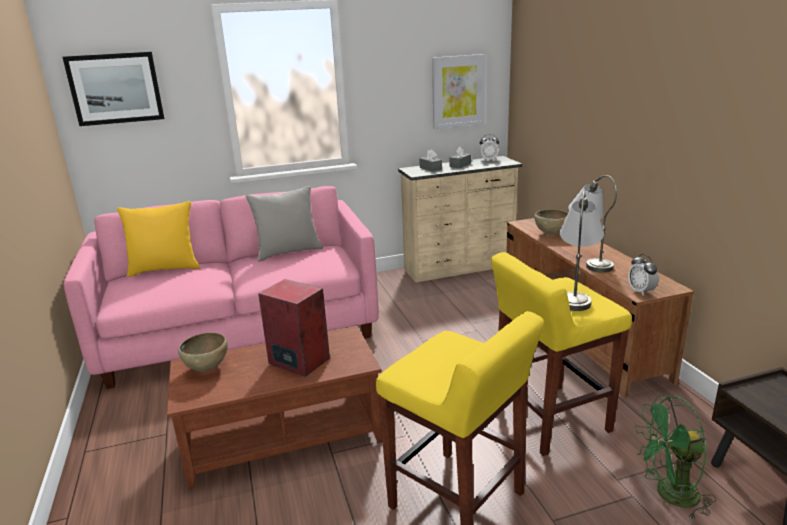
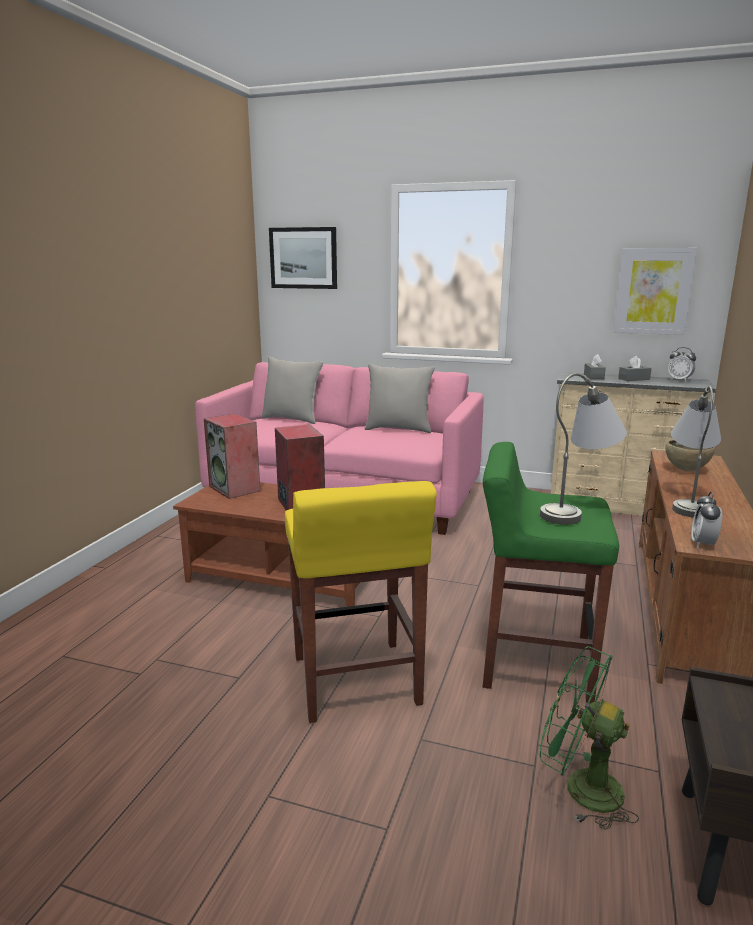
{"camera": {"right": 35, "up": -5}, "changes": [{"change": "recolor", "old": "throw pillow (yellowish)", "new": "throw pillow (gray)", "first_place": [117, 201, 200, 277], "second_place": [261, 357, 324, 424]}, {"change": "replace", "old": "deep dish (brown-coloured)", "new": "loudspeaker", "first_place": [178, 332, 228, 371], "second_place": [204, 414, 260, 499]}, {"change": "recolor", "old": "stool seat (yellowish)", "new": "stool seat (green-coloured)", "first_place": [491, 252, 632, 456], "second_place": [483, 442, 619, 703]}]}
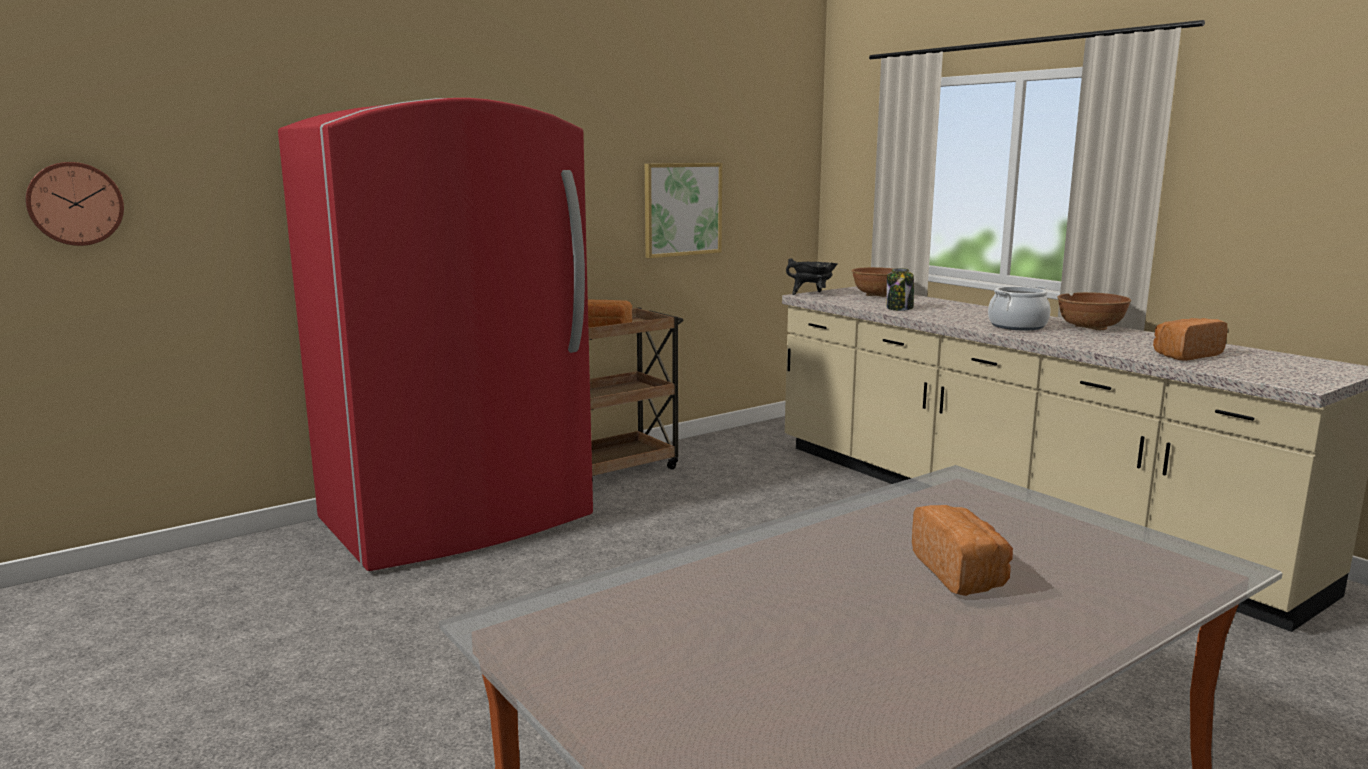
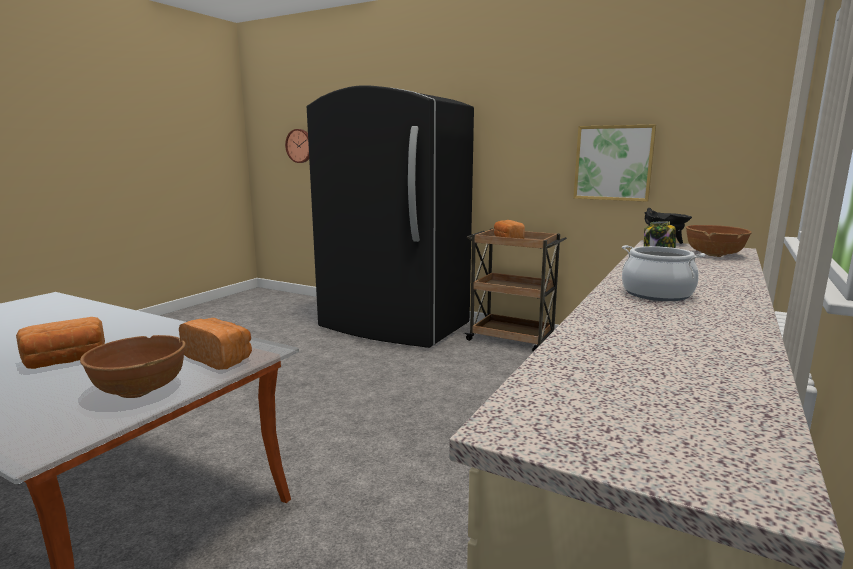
{"camera": {"right": 65, "up": 0}, "changes": [{"change": "recolor", "old": "fridge (red)", "new": "fridge (black)", "first_place": [278, 98, 593, 571], "second_place": [307, 85, 474, 348]}, {"change": "move", "old": "deep dish (brown-coloured)", "first_place": [1057, 292, 1131, 330], "second_place": [80, 335, 186, 398]}, {"change": "move", "old": "baked bread", "first_place": [1153, 318, 1228, 361], "second_place": [179, 318, 252, 370]}]}
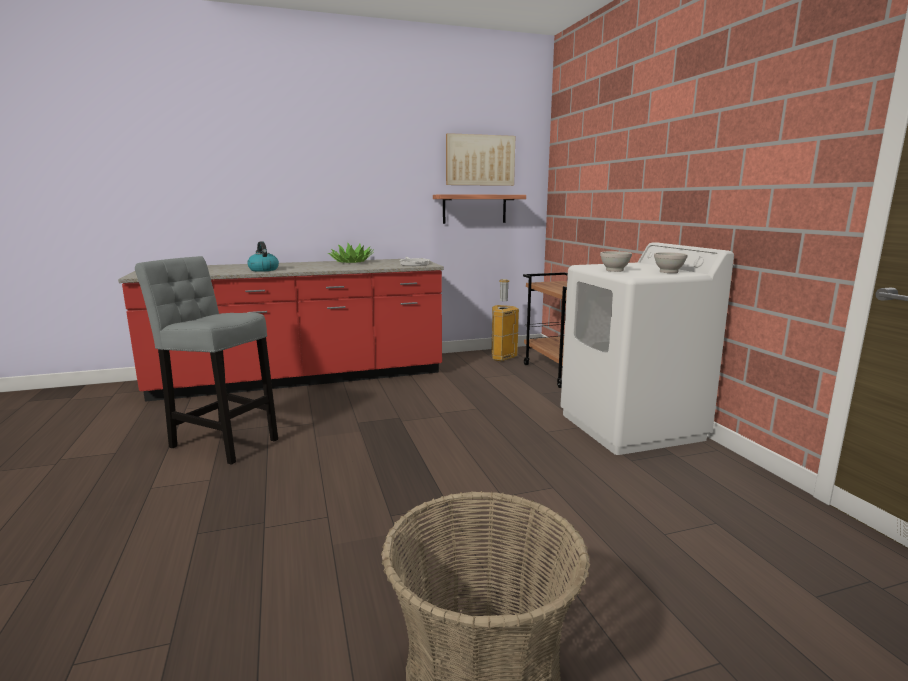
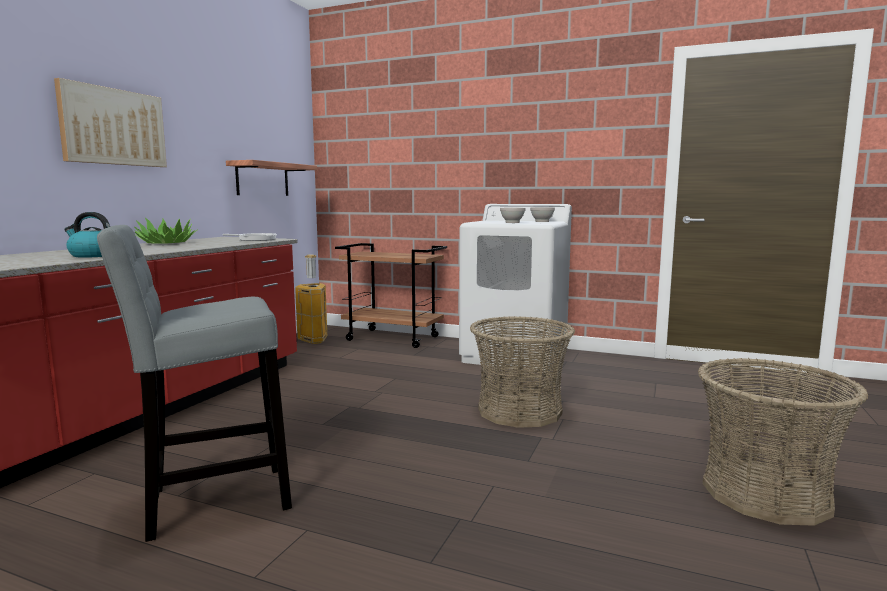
{"camera": {"right": -50, "up": -5}, "changes": [{"change": "move", "old": "wall picture", "first_place": [446, 133, 515, 186], "second_place": [54, 78, 167, 167]}, {"change": "insert", "new": "basket", "second_place": [470, 316, 575, 428]}]}
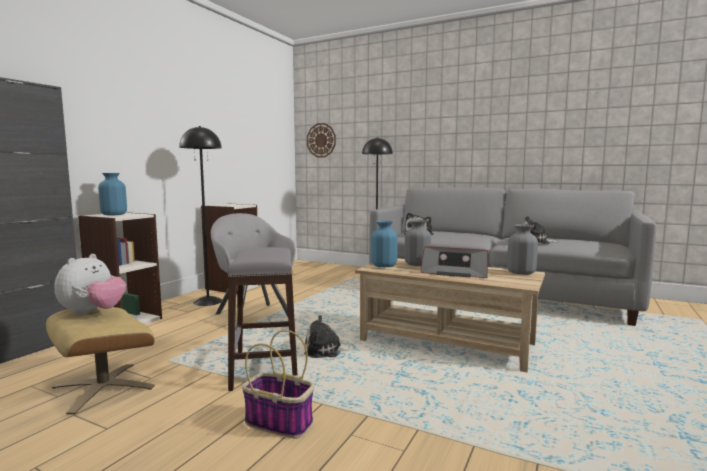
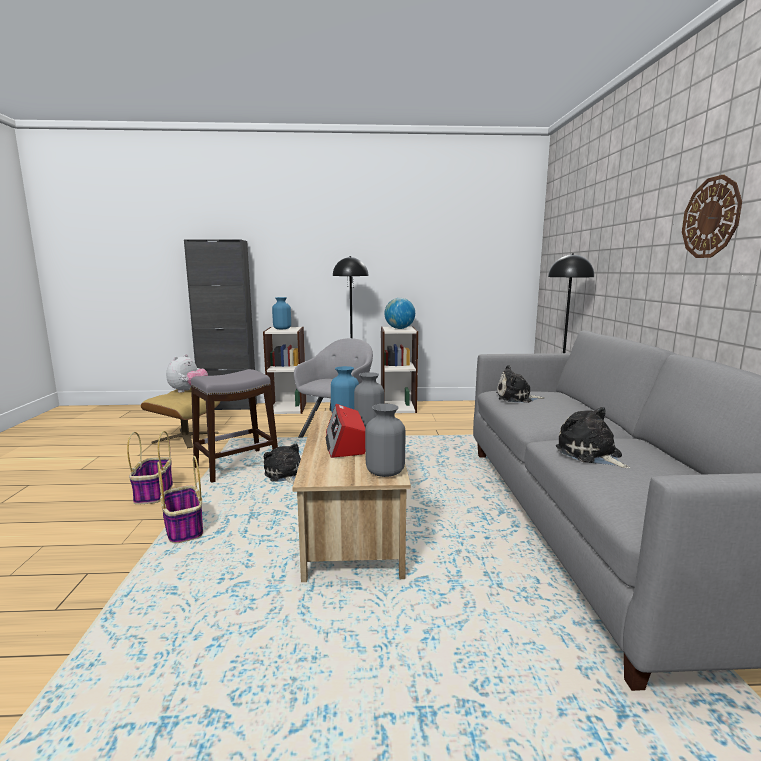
{"camera": {"right": 60, "up": 5}, "changes": [{"change": "rotate", "old": "soft toy", "first_place": [55, 254, 126, 316], "second_place": [166, 354, 208, 393], "degrees": -60}, {"change": "move", "old": "hanging clock", "first_place": [307, 123, 336, 157], "second_place": [682, 175, 742, 258]}, {"change": "insert", "new": "basket", "second_place": [157, 456, 203, 543]}, {"change": "insert", "new": "globe", "second_place": [385, 298, 415, 329]}]}
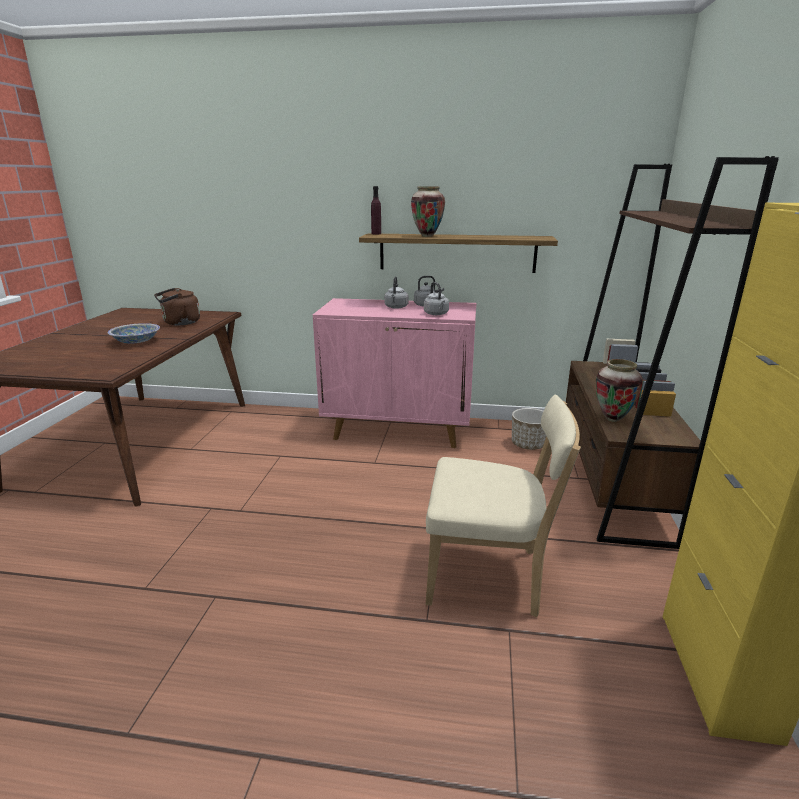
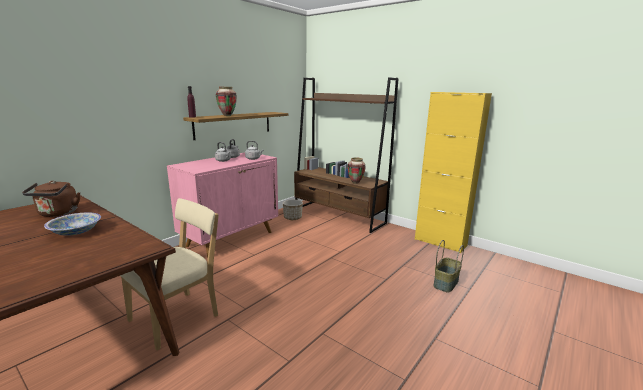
{"camera": {"right": -60, "up": -5}, "changes": [{"change": "move", "old": "chair (beige-coloured)", "first_place": [426, 395, 581, 617], "second_place": [120, 198, 219, 351]}, {"change": "insert", "new": "basket", "second_place": [433, 240, 464, 292]}]}
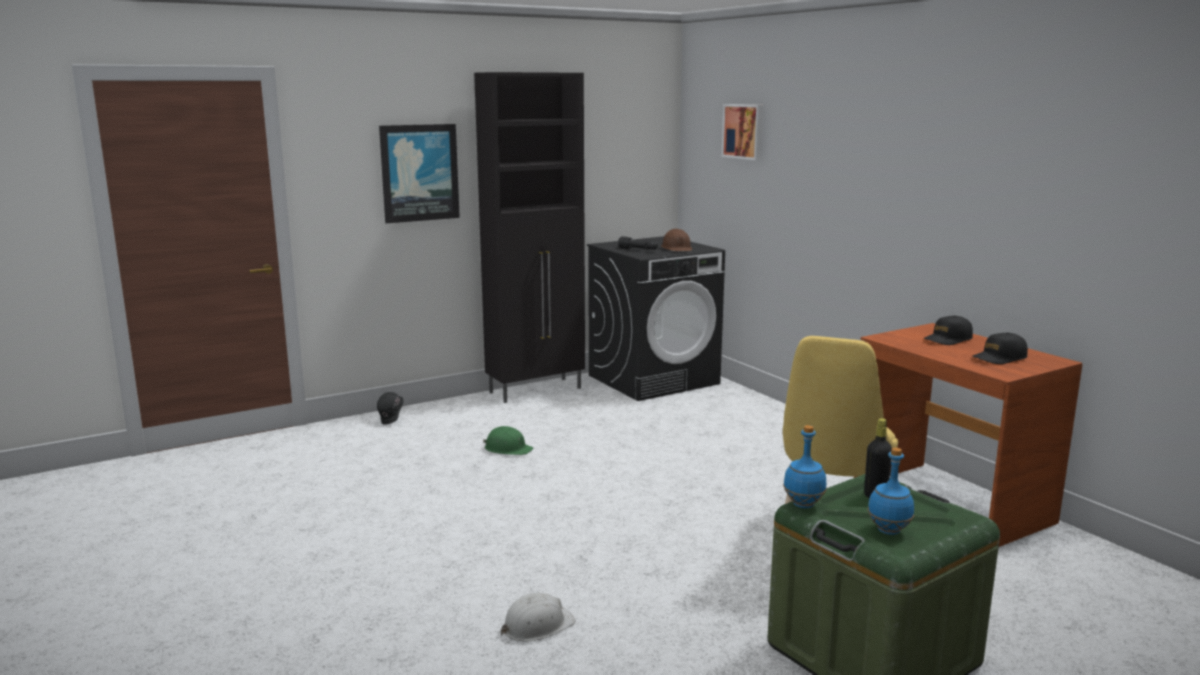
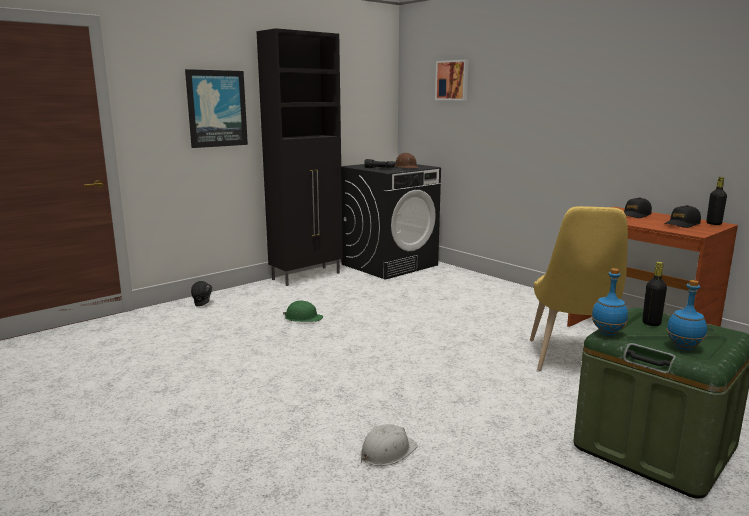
{"camera": {"right": -10, "up": 0}, "changes": [{"change": "insert", "new": "bottle (black)", "second_place": [706, 177, 727, 225]}]}
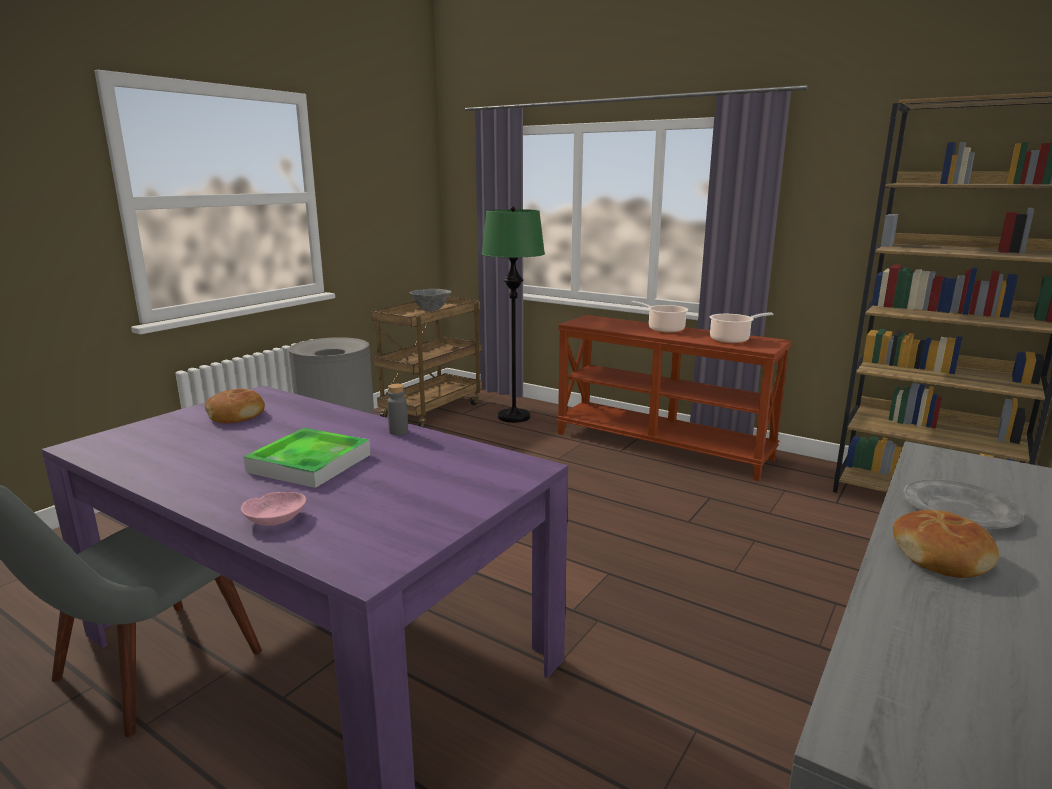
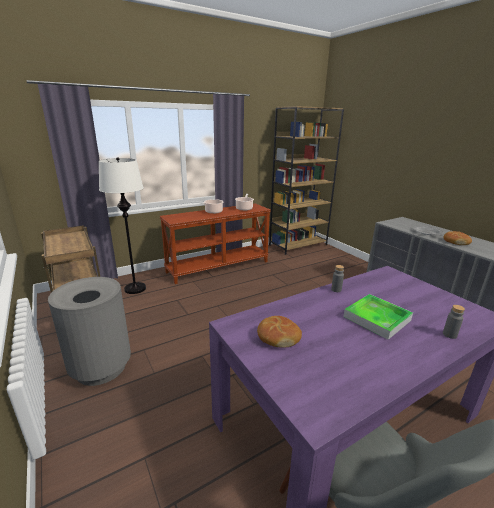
{"camera": {"right": -65, "up": 5}, "changes": [{"change": "replace", "old": "deep dish (pinkish)", "new": "bottle (gray)", "first_place": [241, 492, 306, 526], "second_place": [443, 305, 465, 339]}, {"change": "delete", "old": "deep dish (gray)", "first_place": [410, 289, 452, 312]}, {"change": "recolor", "old": "standard lamp (green-coloured)", "new": "standard lamp (white-coloured)", "first_place": [481, 206, 545, 423], "second_place": [99, 157, 146, 294]}]}
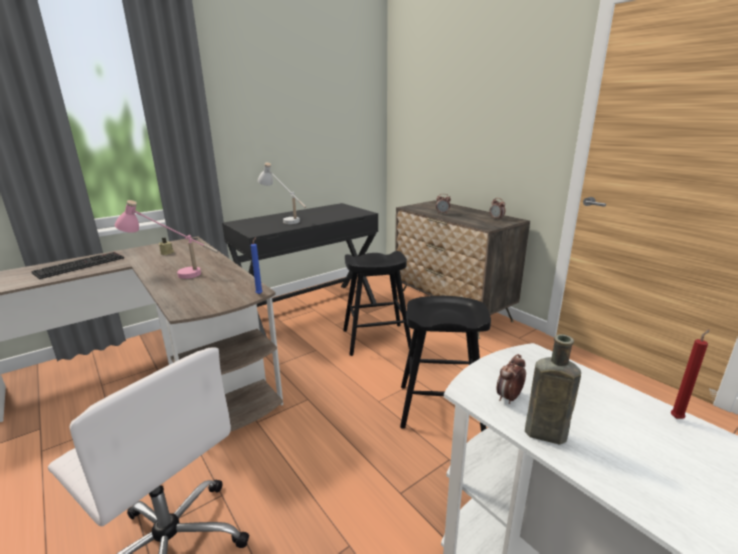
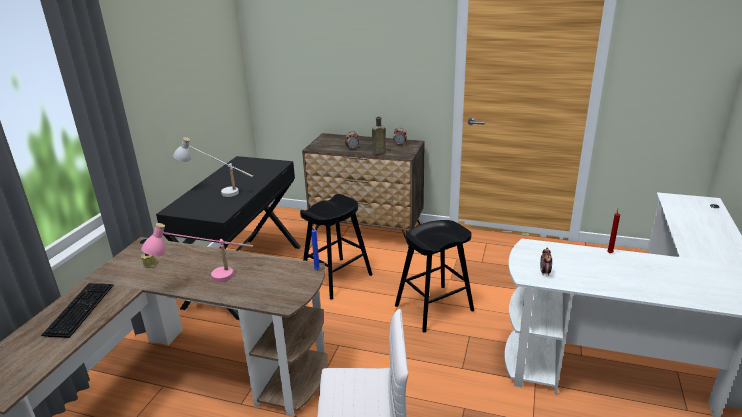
{"camera": {"right": -35, "up": 5}, "changes": [{"change": "move", "old": "bottle (brown-coloured)", "first_place": [525, 334, 581, 444], "second_place": [372, 117, 386, 155]}]}
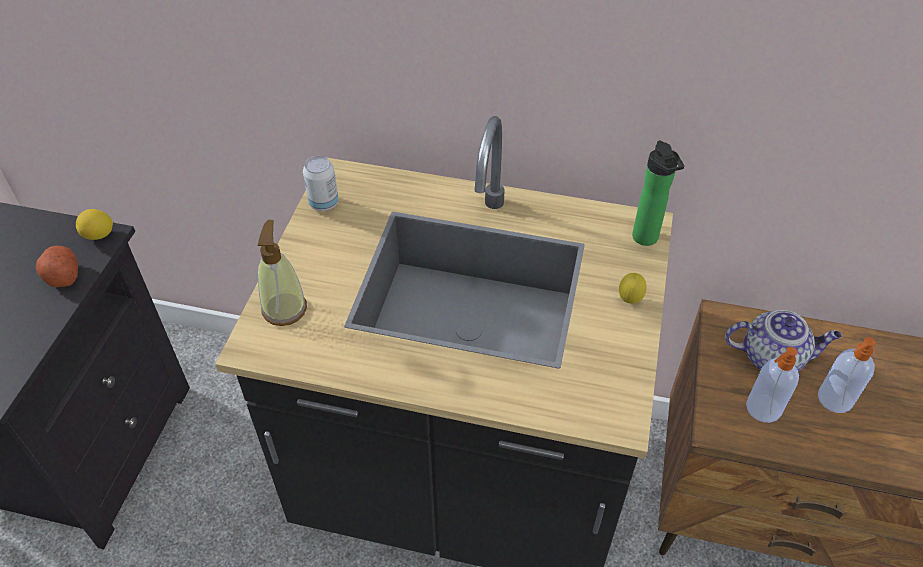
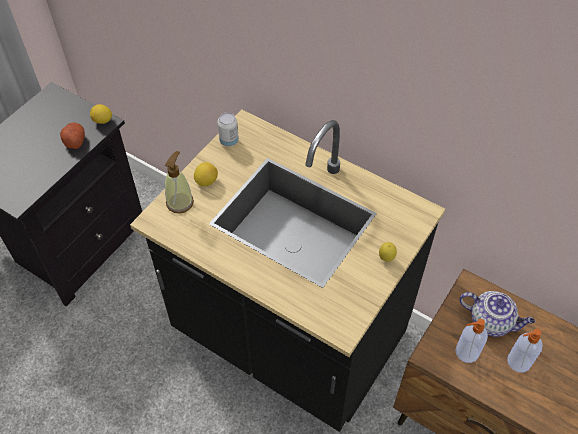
{"camera": {"right": 20, "up": 5}, "changes": [{"change": "delete", "old": "bottle", "first_place": [632, 141, 684, 246]}, {"change": "insert", "new": "lemon", "second_place": [194, 162, 218, 186]}]}
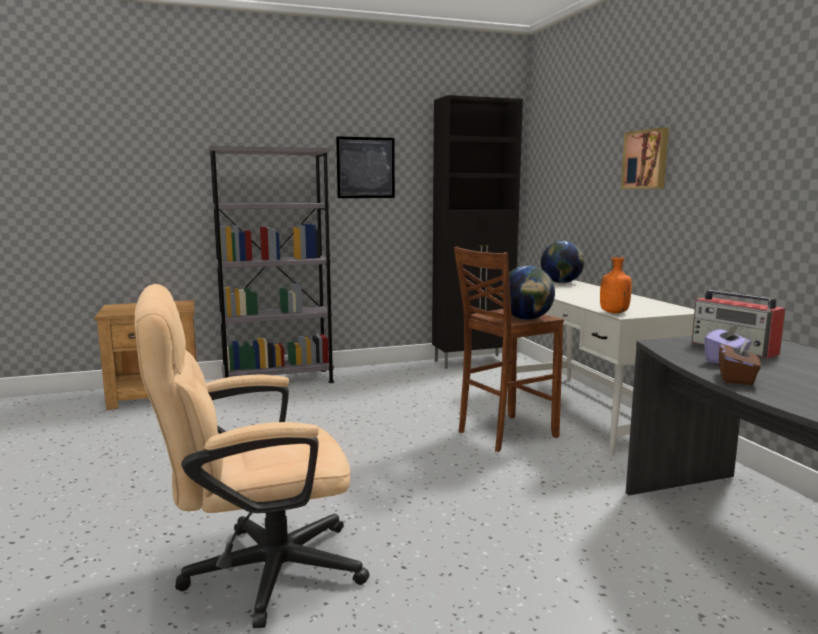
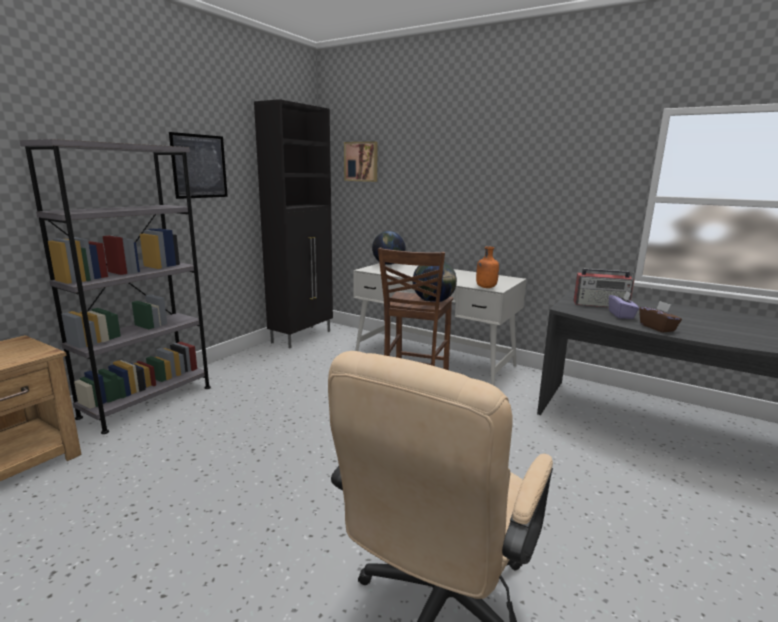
{"camera": {"right": -40, "up": 5}, "changes": [{"change": "move", "old": "wall picture", "first_place": [621, 127, 669, 189], "second_place": [344, 141, 378, 182]}]}
